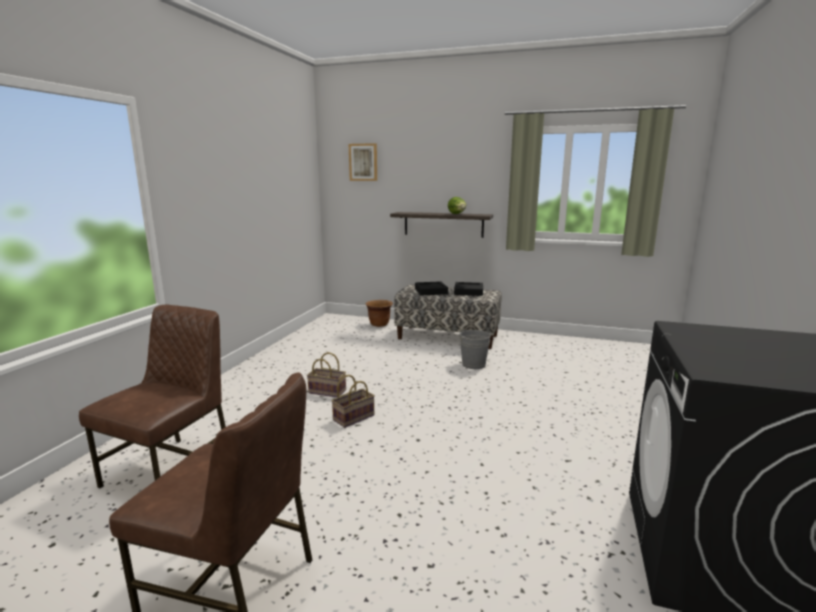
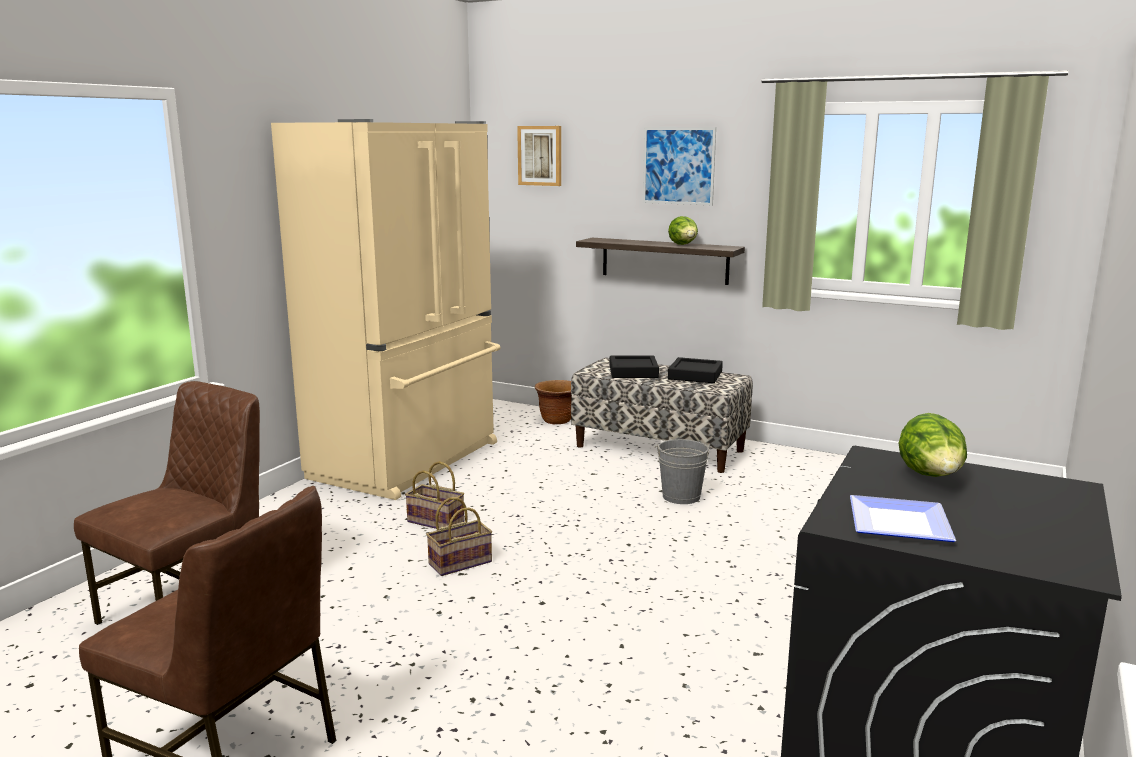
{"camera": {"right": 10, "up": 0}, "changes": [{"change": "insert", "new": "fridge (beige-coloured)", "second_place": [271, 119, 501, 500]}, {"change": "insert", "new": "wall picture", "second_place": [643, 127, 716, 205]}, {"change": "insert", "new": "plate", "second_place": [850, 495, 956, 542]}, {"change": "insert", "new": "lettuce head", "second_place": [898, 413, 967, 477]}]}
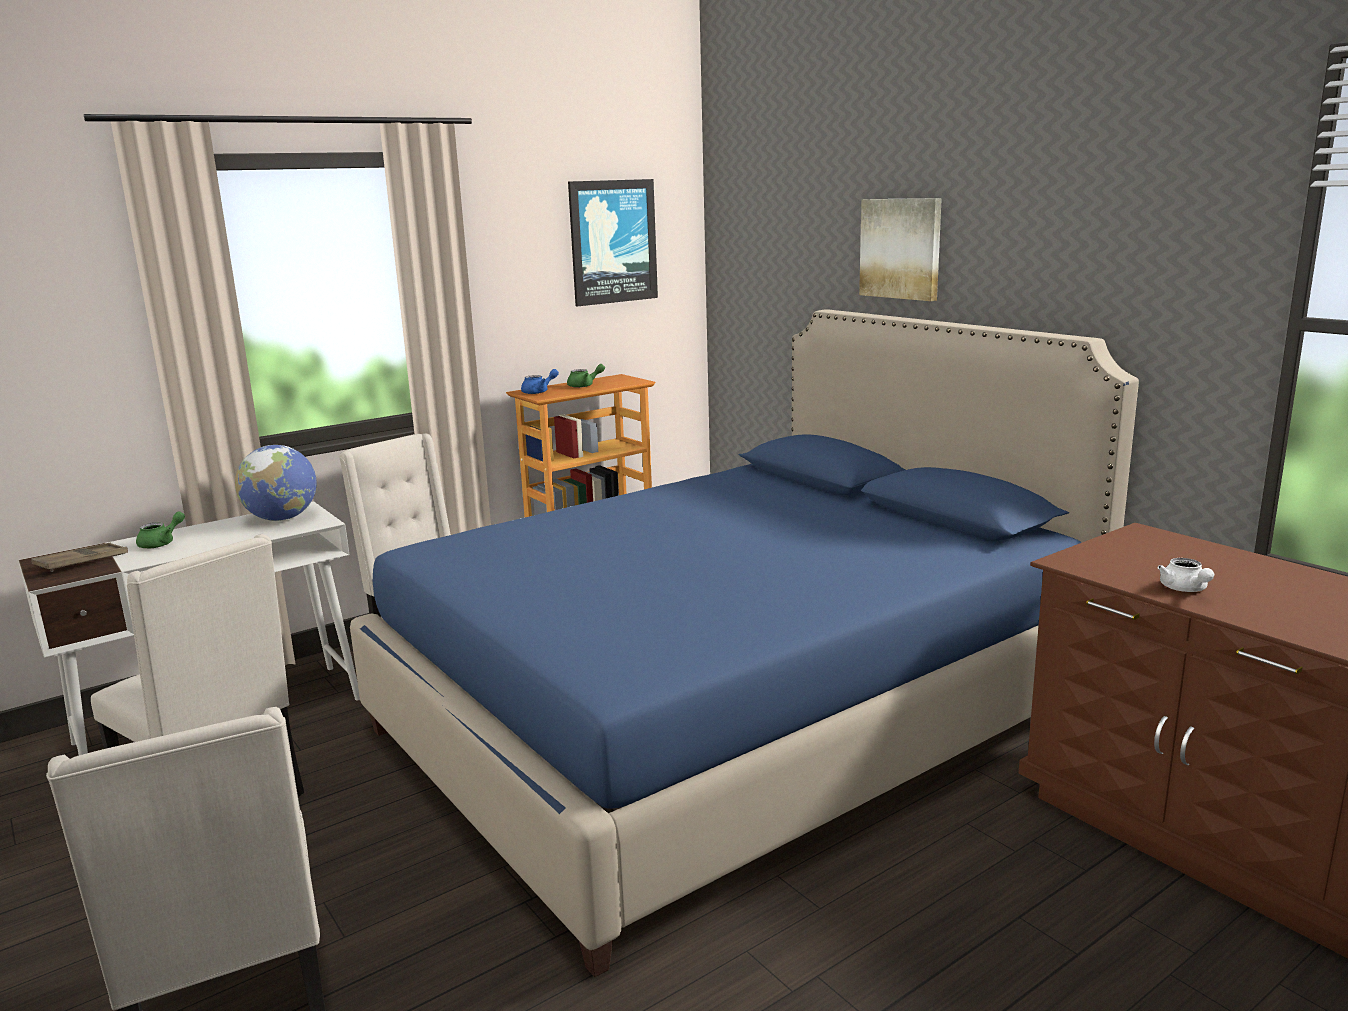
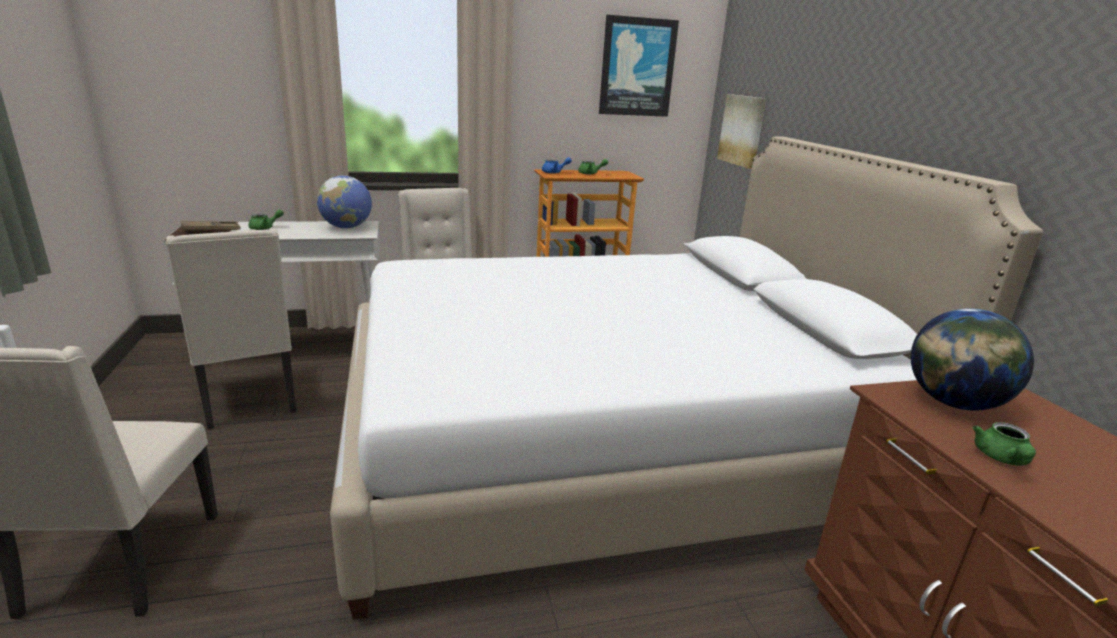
{"camera": {"right": 20, "up": 5}, "changes": [{"change": "recolor", "old": "bed (bluish)", "new": "bed (white-coloured)", "first_place": [350, 309, 1139, 977], "second_place": [330, 136, 1043, 619]}, {"change": "move", "old": "wall picture", "first_place": [859, 198, 942, 301], "second_place": [717, 94, 766, 169]}, {"change": "recolor", "old": "teapot (white-coloured)", "new": "teapot (green-coloured)", "first_place": [1158, 558, 1214, 592], "second_place": [973, 422, 1036, 466]}, {"change": "insert", "new": "globe", "second_place": [911, 308, 1034, 410]}]}
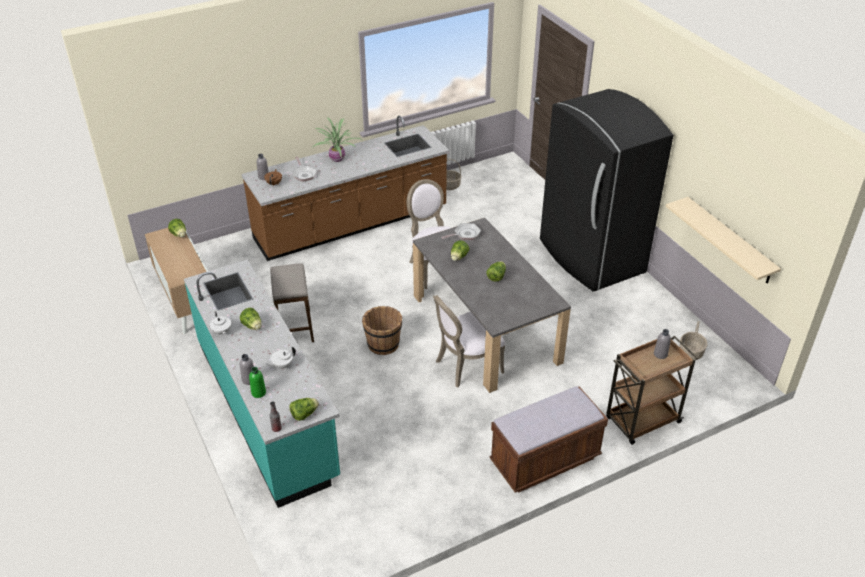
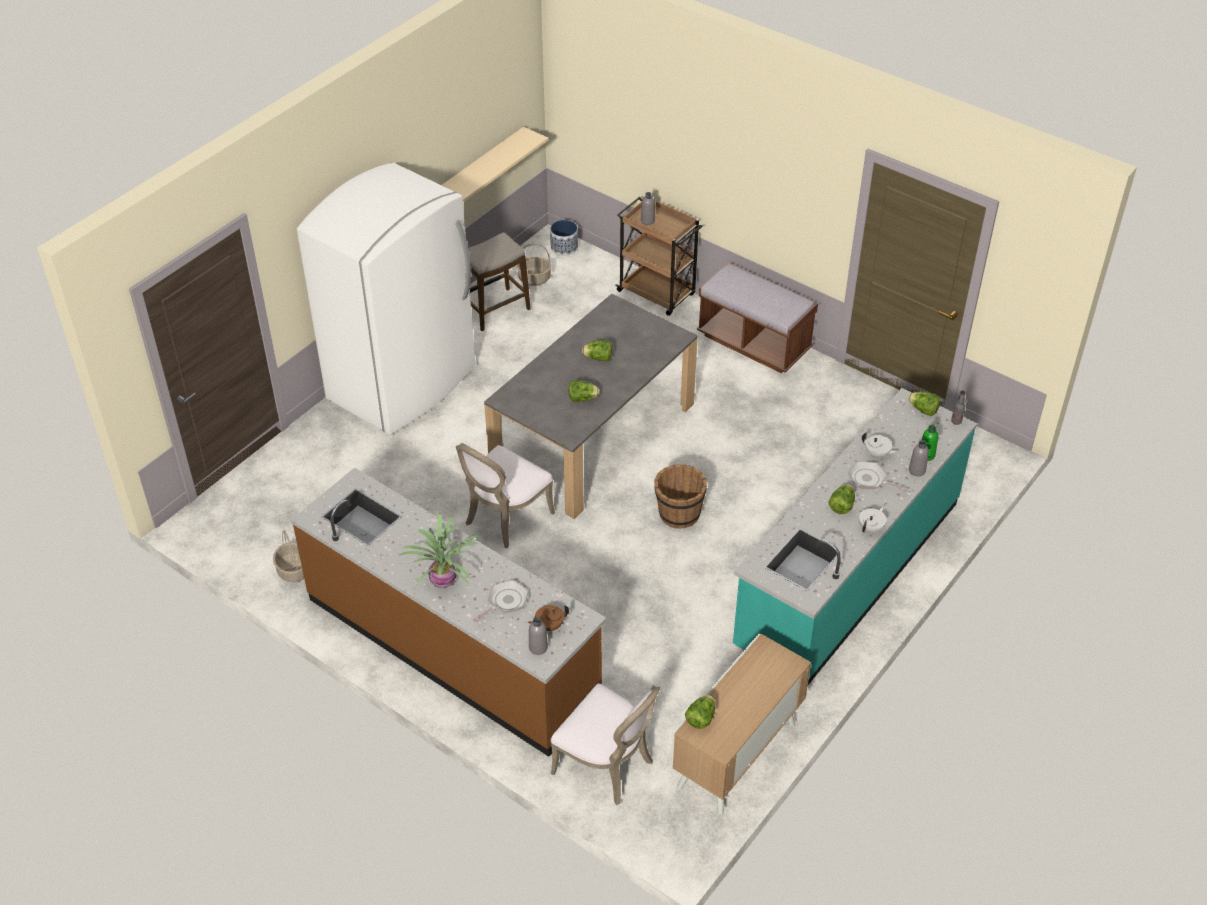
{"camera": {"right": -115, "up": 5}, "changes": [{"change": "move", "old": "stool seat", "first_place": [270, 263, 314, 342], "second_place": [468, 232, 531, 331]}, {"change": "move", "old": "chair (white-coloured)", "first_place": [433, 295, 505, 388], "second_place": [550, 683, 660, 805]}, {"change": "move", "old": "skillet", "first_place": [441, 223, 481, 240], "second_place": [848, 461, 908, 492]}, {"change": "recolor", "old": "fridge (black)", "new": "fridge (white-coloured)", "first_place": [540, 89, 673, 292], "second_place": [297, 163, 475, 435]}, {"change": "insert", "new": "planter", "second_place": [550, 220, 578, 256]}]}
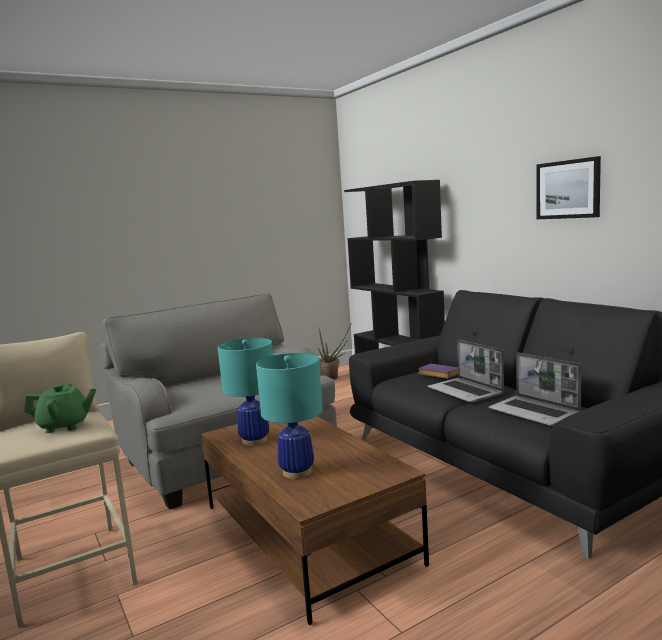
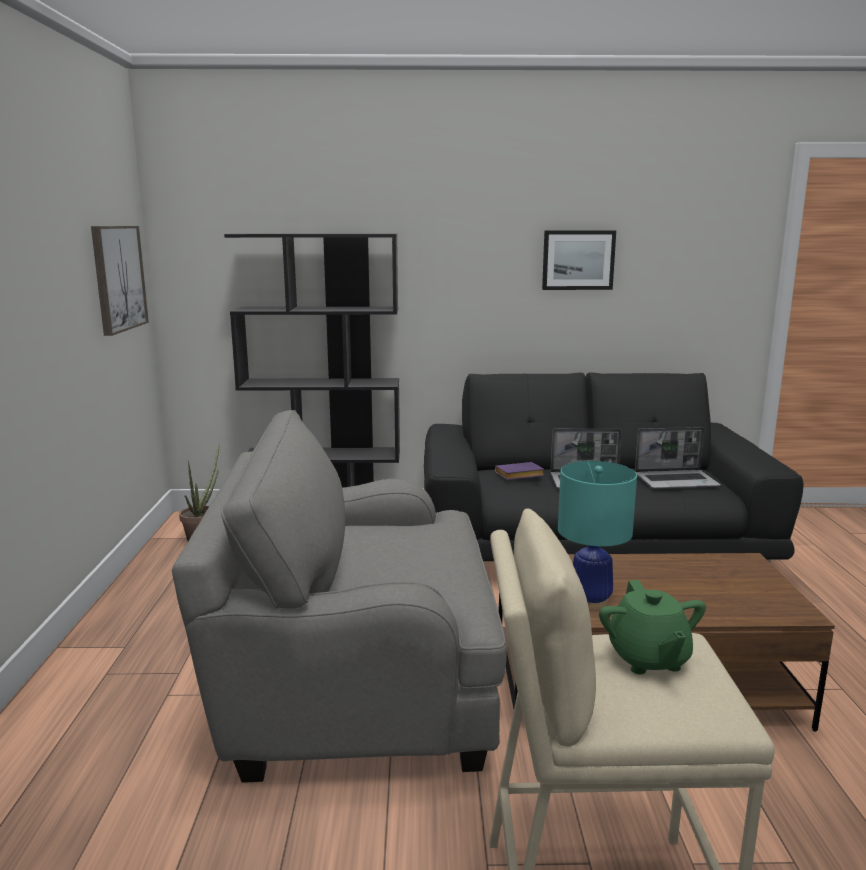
{"camera": {"right": -60, "up": 5}, "changes": [{"change": "rotate", "old": "teapot (green-coloured)", "first_place": [24, 384, 96, 433], "second_place": [599, 580, 706, 674], "degrees": 150}, {"change": "delete", "old": "lamp for a table (blue-green)", "first_place": [256, 353, 323, 479]}, {"change": "insert", "new": "wall picture", "second_place": [91, 226, 149, 336]}]}
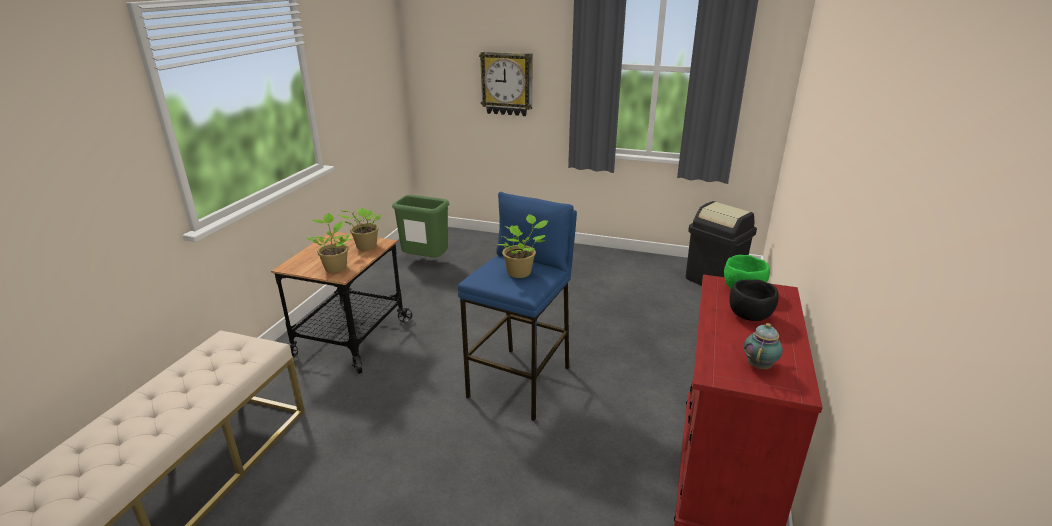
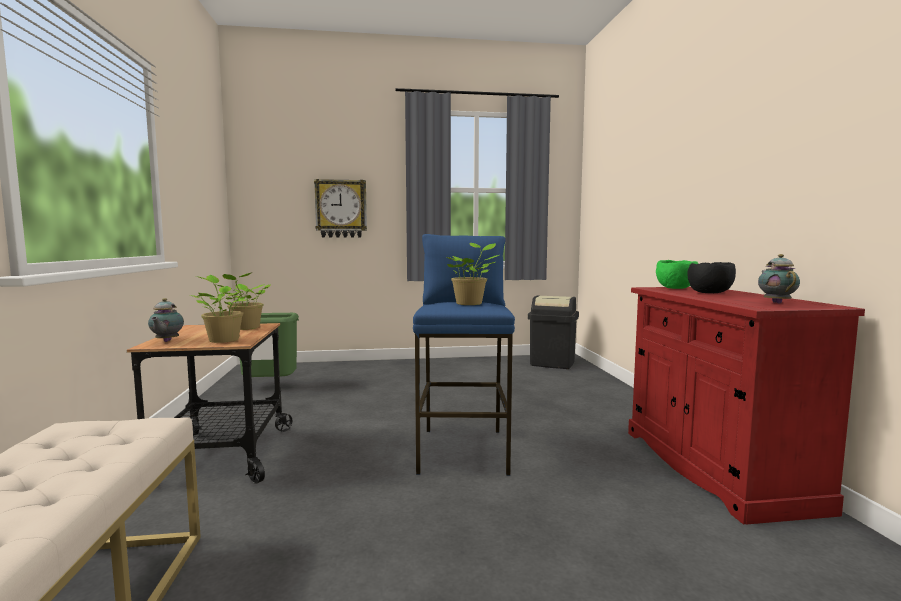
{"camera": {"right": -25, "up": -20}, "changes": [{"change": "insert", "new": "teapot", "second_place": [148, 298, 184, 342]}]}
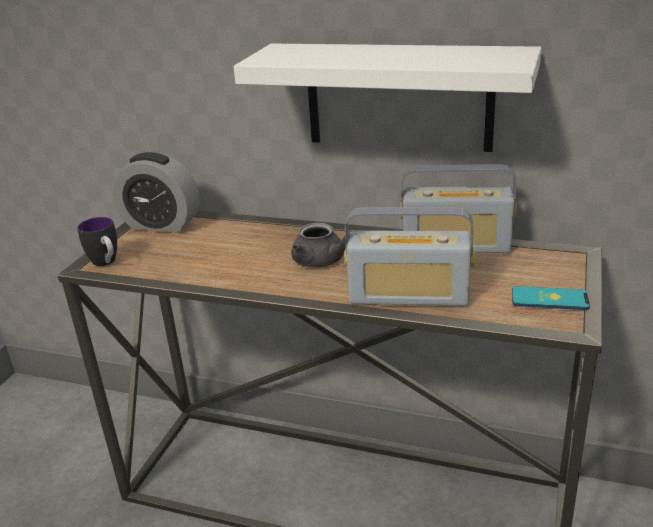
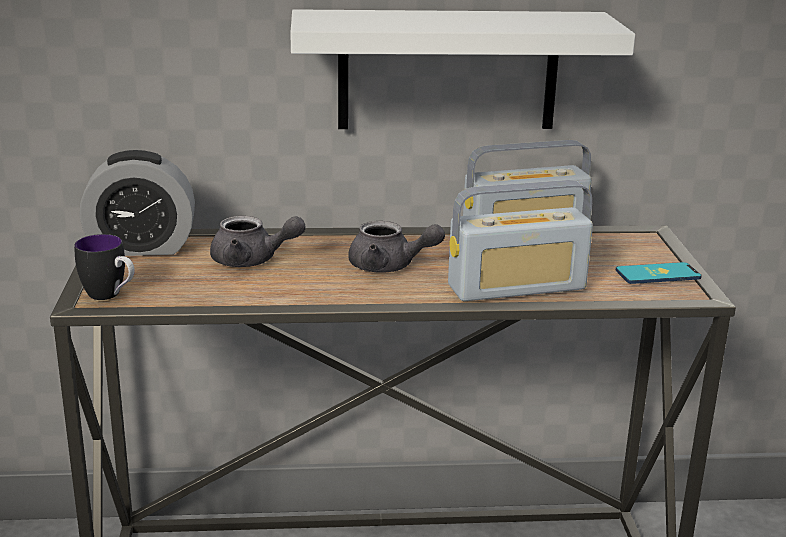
{"camera": {"right": -25, "up": -5}, "changes": [{"change": "insert", "new": "teapot (gray)", "second_place": [210, 216, 306, 267]}]}
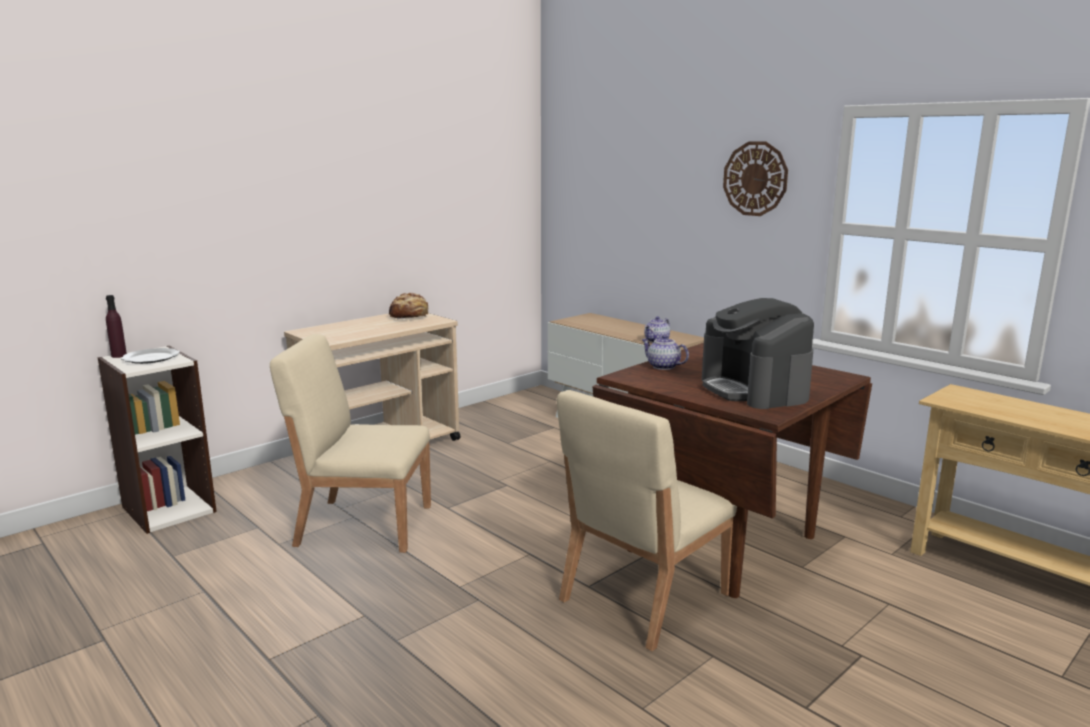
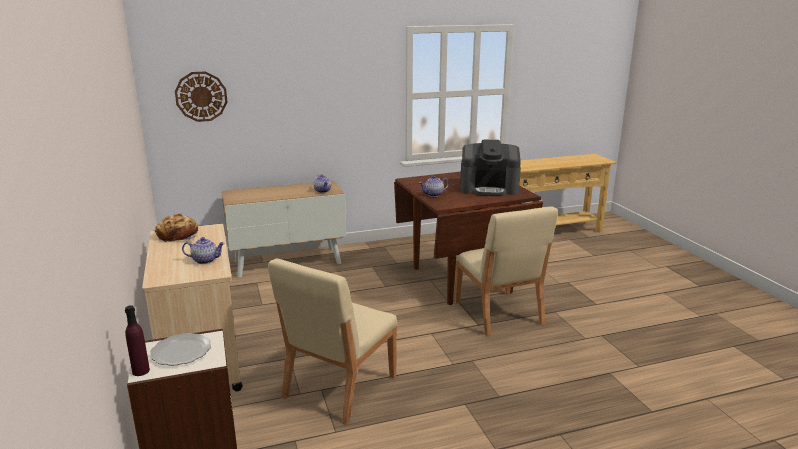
{"camera": {"right": -65, "up": 5}, "changes": [{"change": "move", "old": "hanging clock", "first_place": [723, 141, 788, 216], "second_place": [175, 71, 227, 122]}, {"change": "insert", "new": "teapot", "second_place": [182, 237, 225, 264]}]}
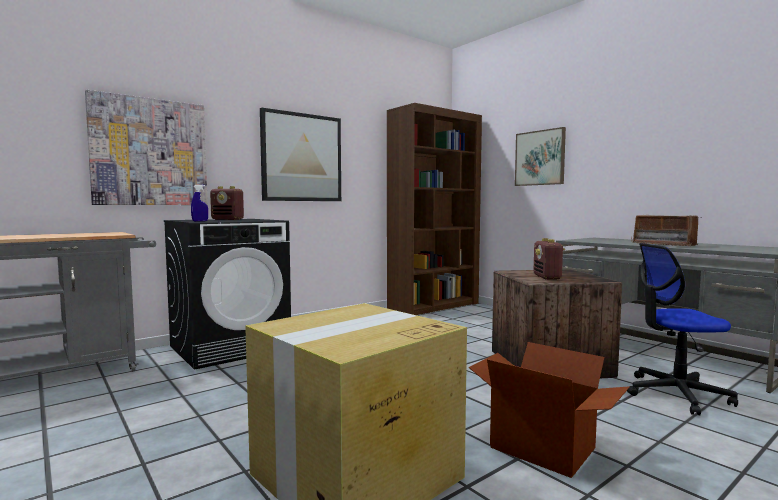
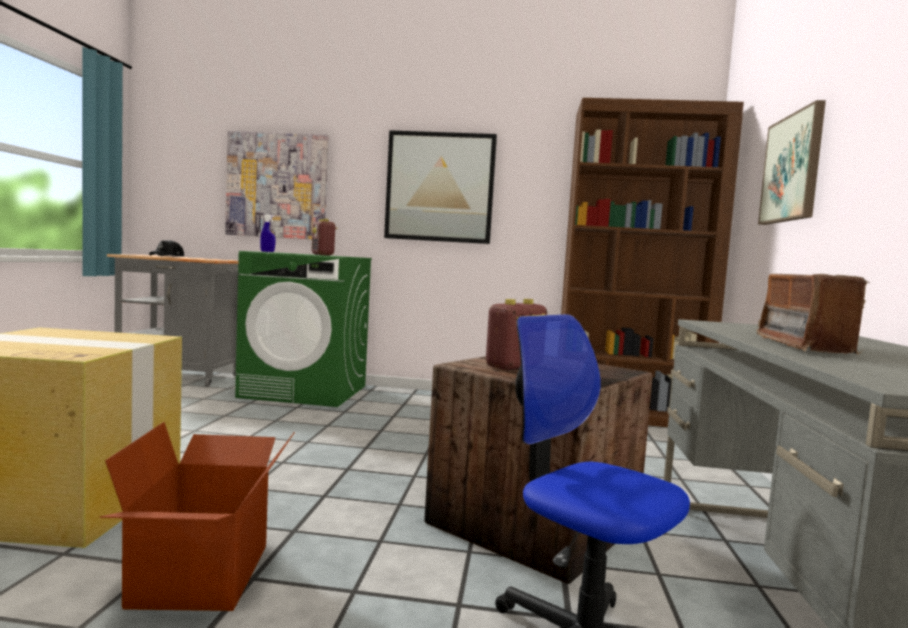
{"camera": {"right": 45, "up": 0}, "changes": [{"change": "recolor", "old": "laundry machine (black)", "new": "laundry machine (green-coloured)", "first_place": [164, 219, 291, 370], "second_place": [235, 251, 372, 407]}, {"change": "insert", "new": "baseball cap (black)", "second_place": [149, 240, 184, 256]}]}
